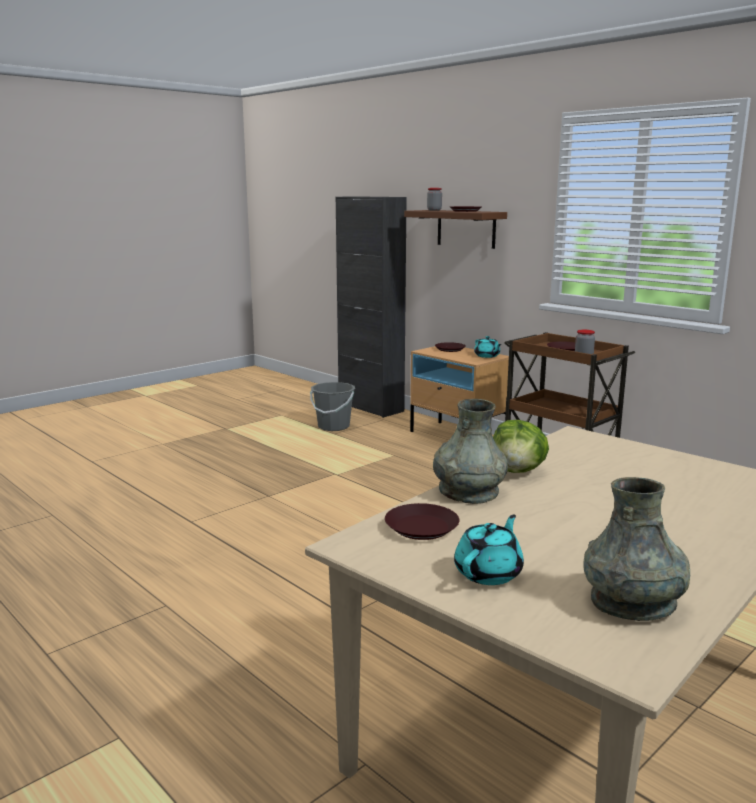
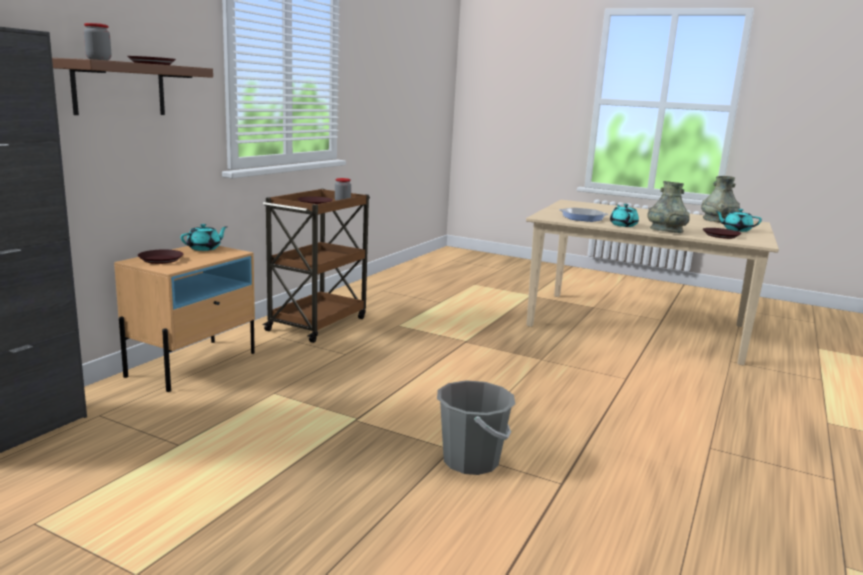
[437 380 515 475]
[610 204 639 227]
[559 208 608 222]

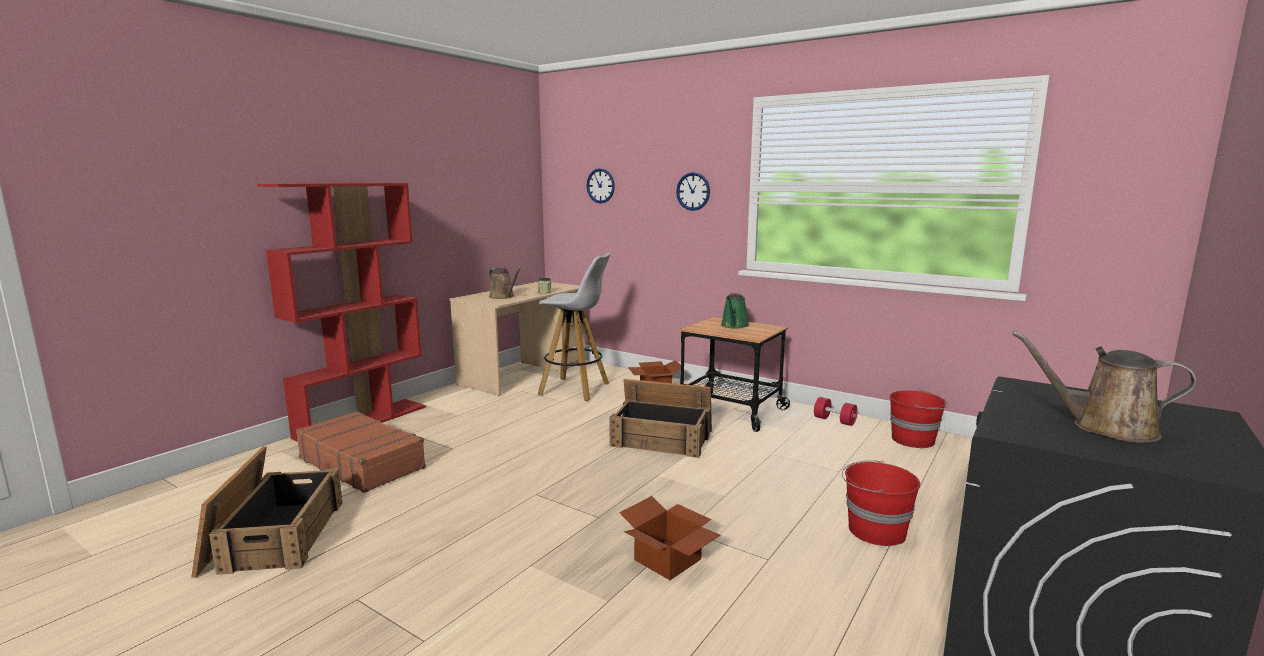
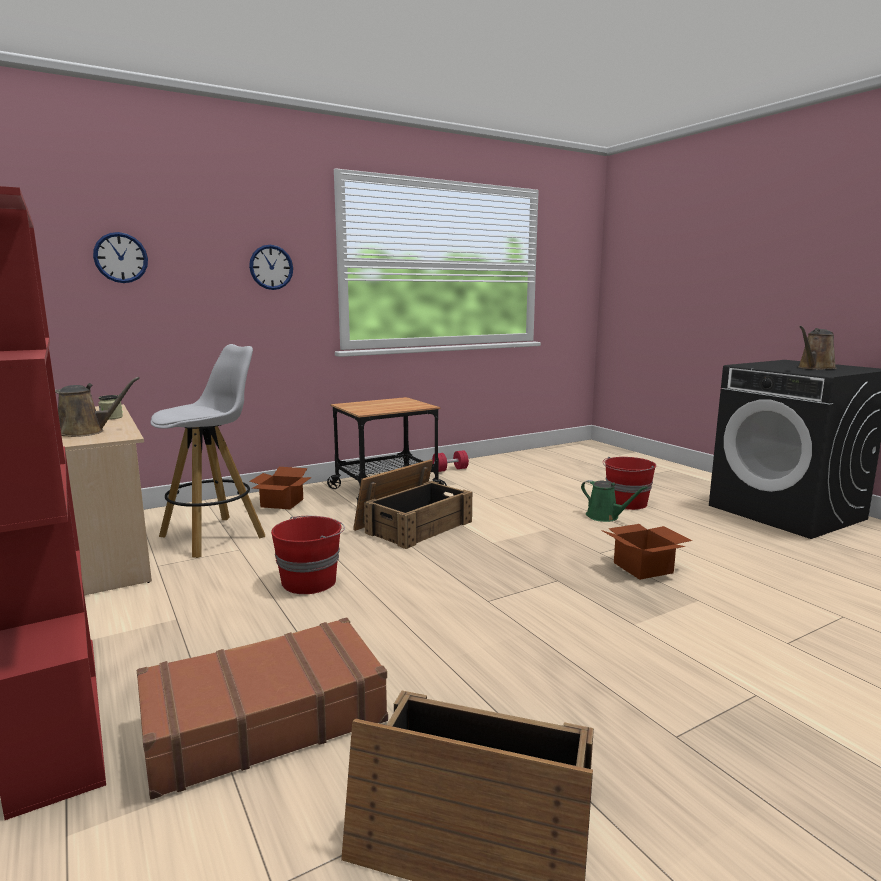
[581 480 648 522]
[271 516 345 594]

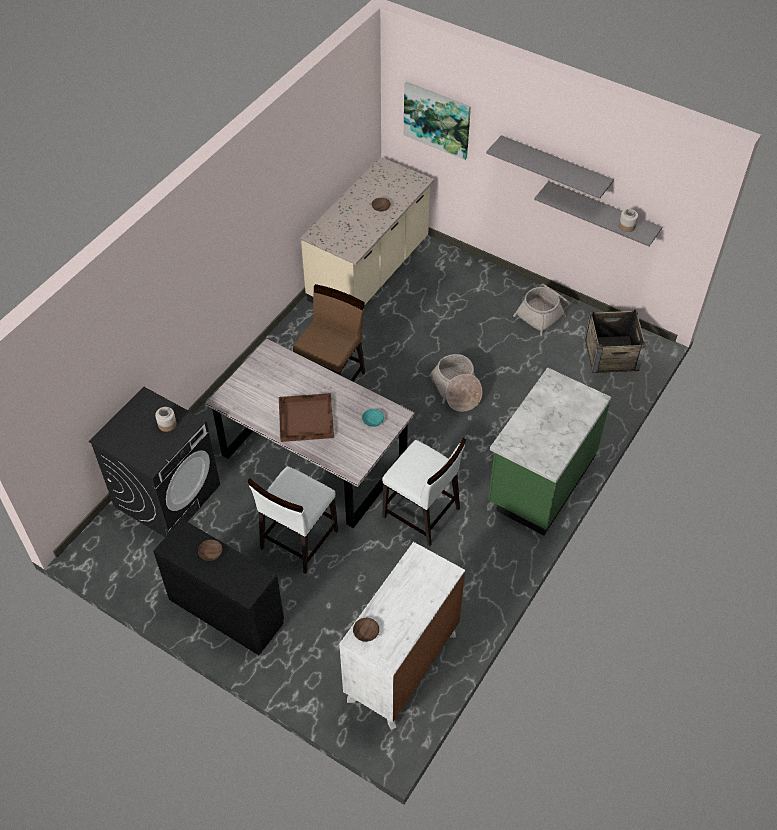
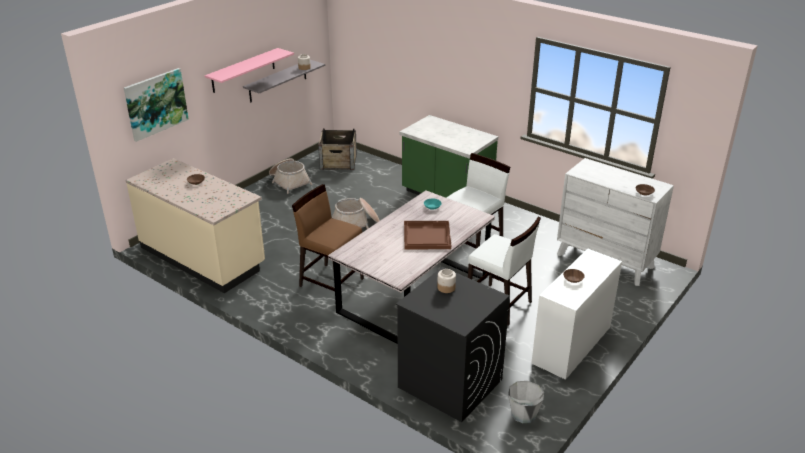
[205 48 294 93]
[531 248 622 380]
[508 381 544 423]

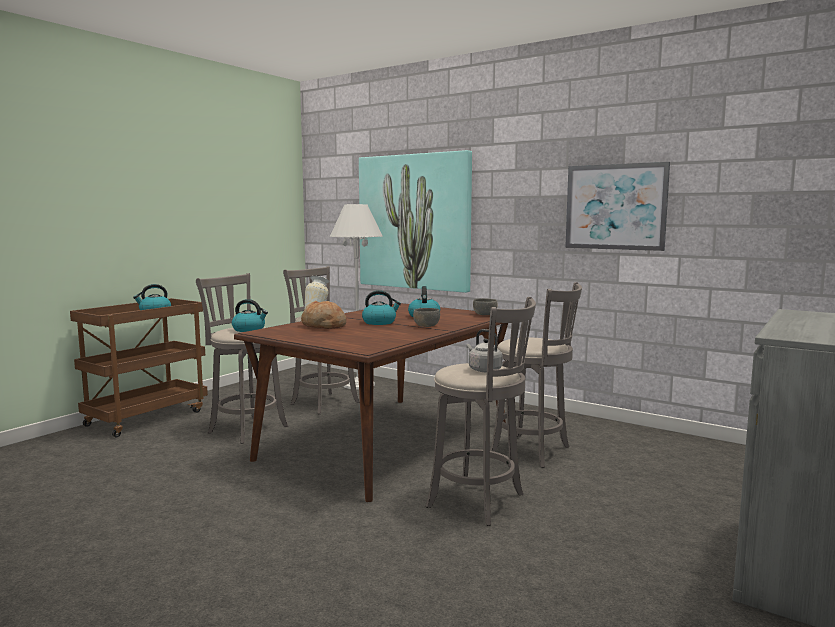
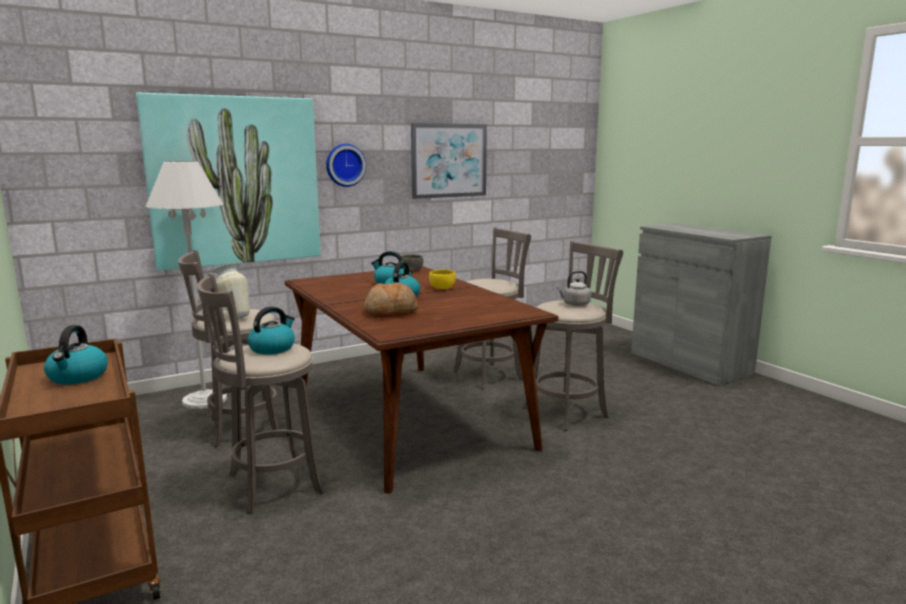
[429 270 456 289]
[326 144 366 187]

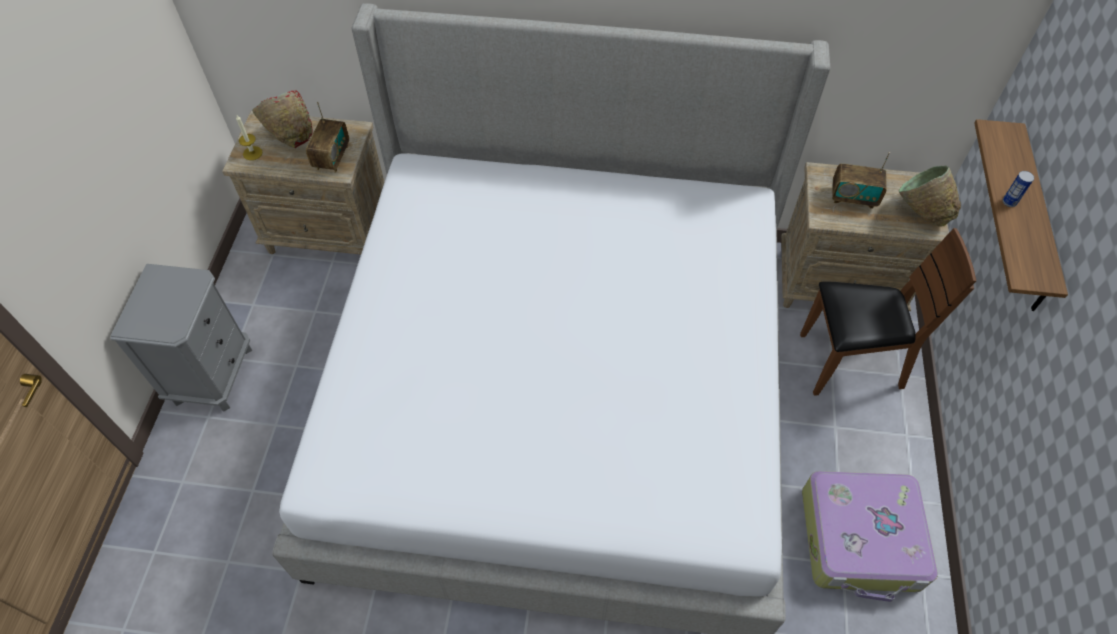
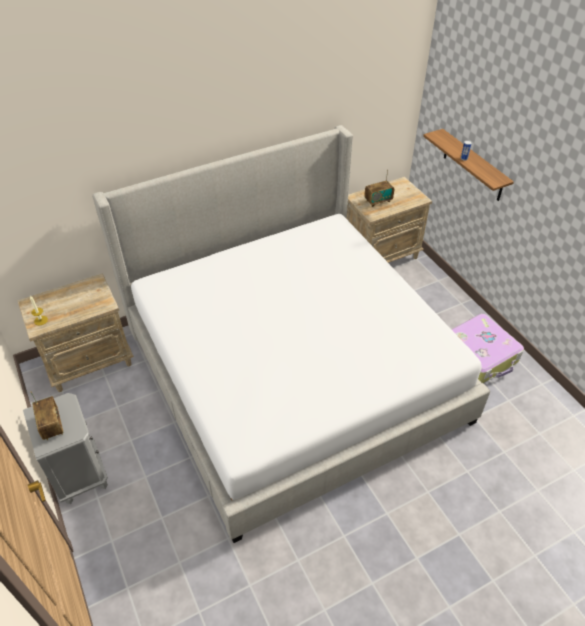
[252 90 313 148] (first image)
[30 391 64 440]
[899 165 961 226] (first image)
[800 228 976 395] (first image)

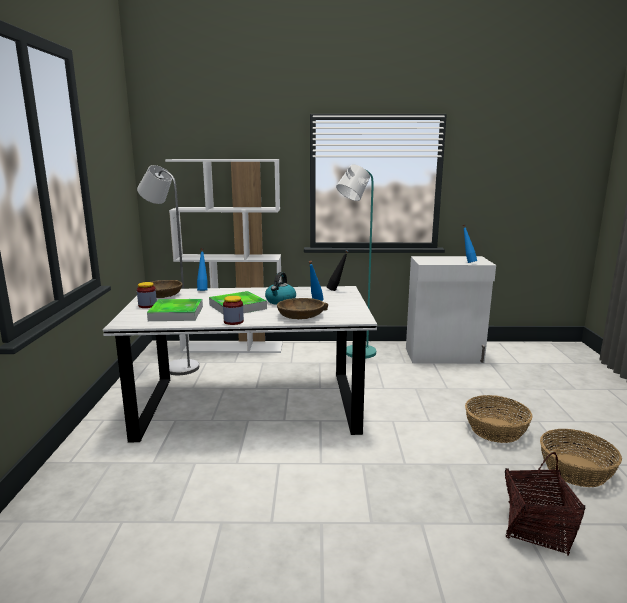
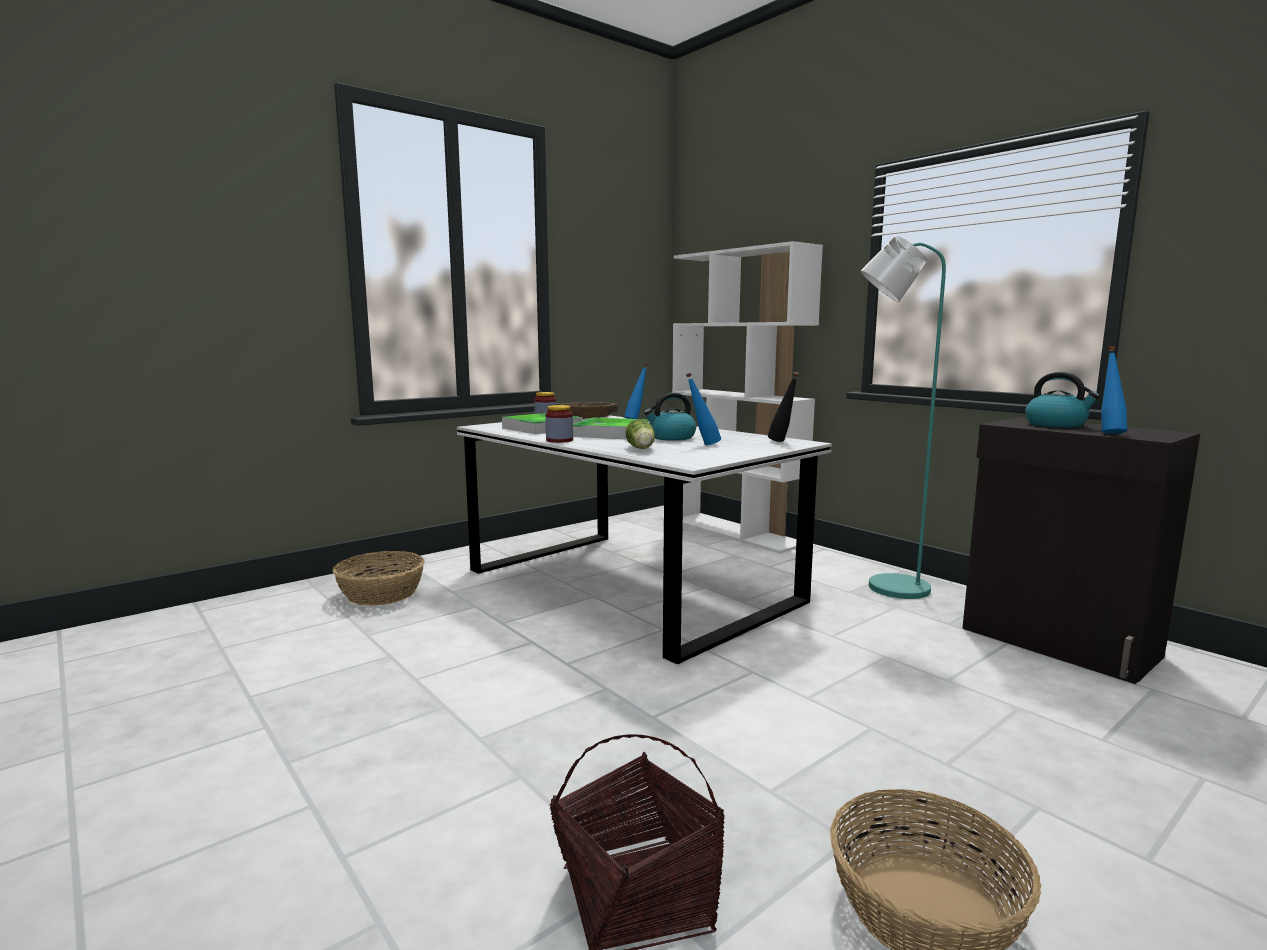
[137 165 199 375] (first image)
[962 418 1200 684]
[626 419 655 449]
[333 551 424 606]
[1025 372 1100 428]

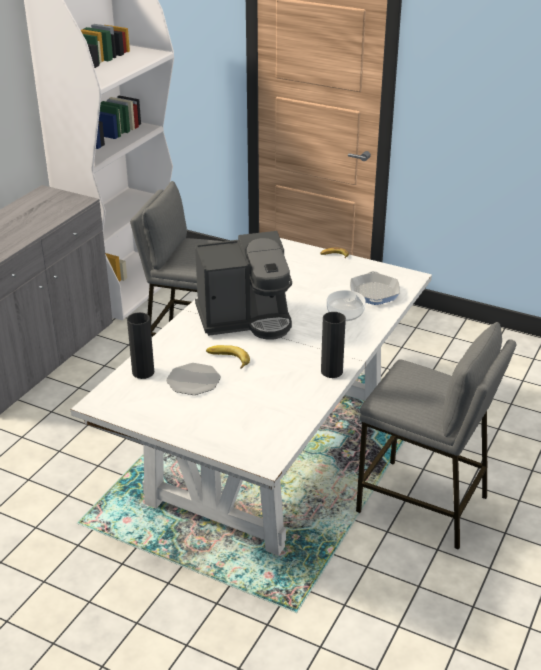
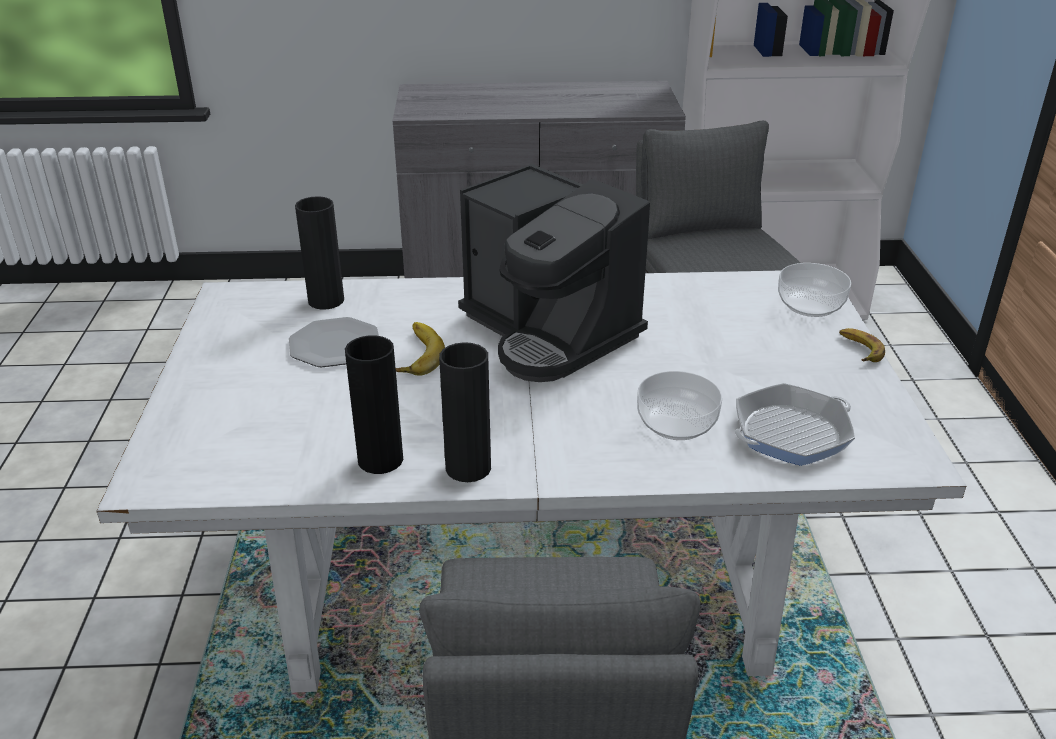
[778 263 851 317]
[345 335 403 474]

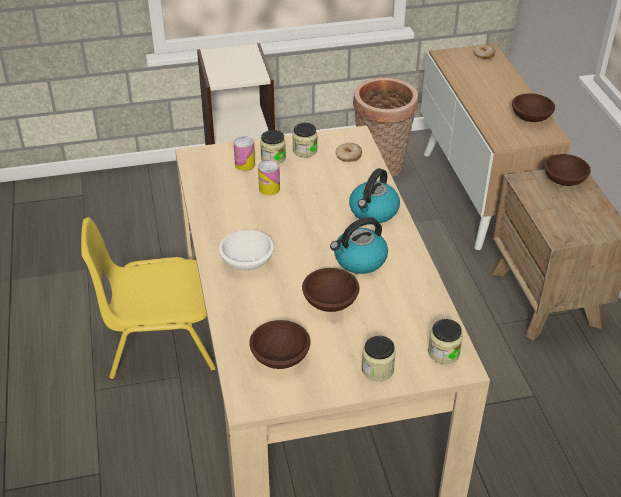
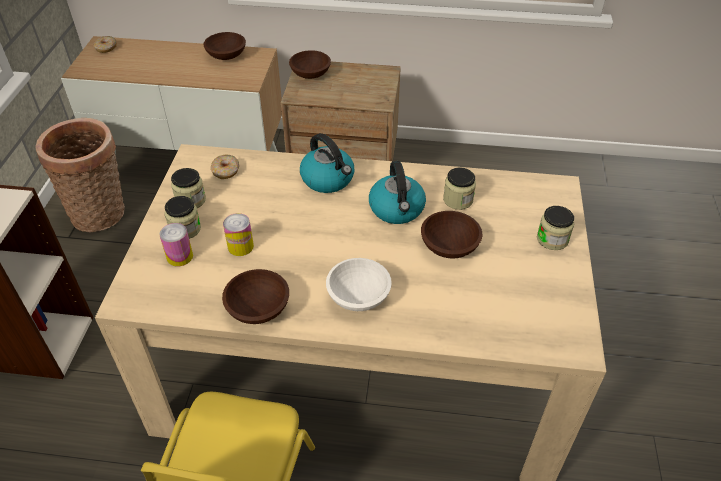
[443 167 476 210]
[222 269 289 324]

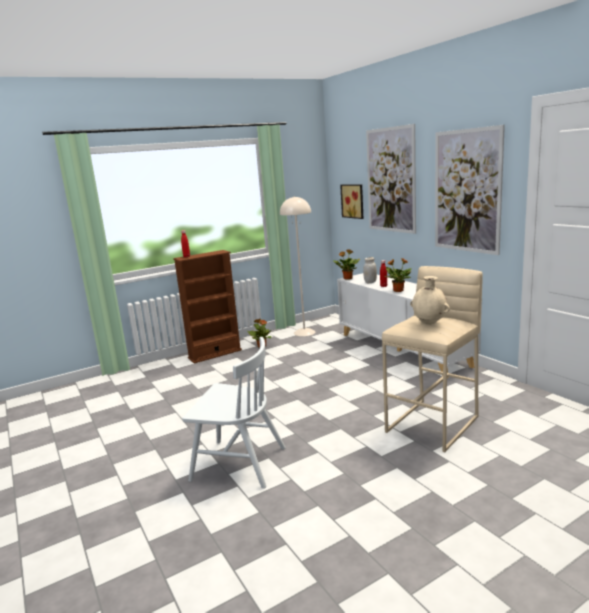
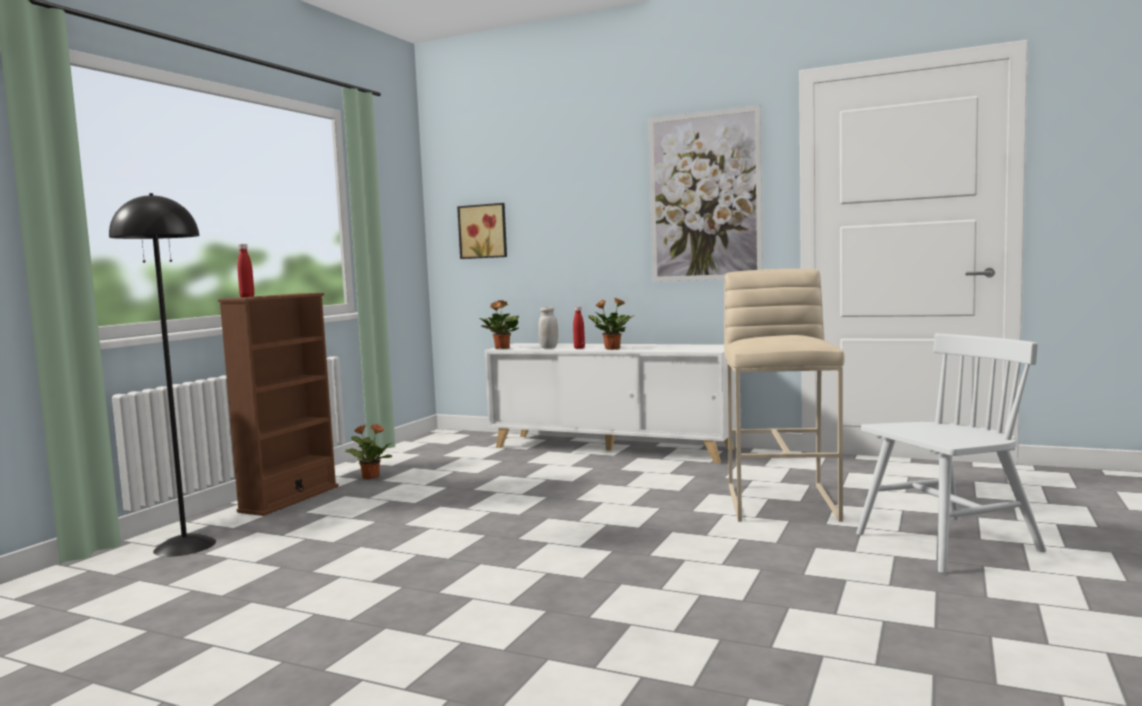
[366 124 416 234] (first image)
[280 196 315 336] (first image)
[410 276 450 325] (first image)
[856 334 1046 574]
[109 193 216 557]

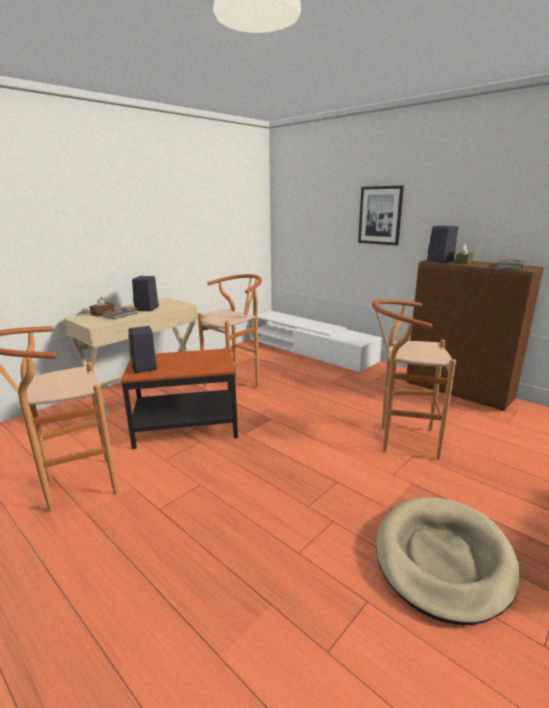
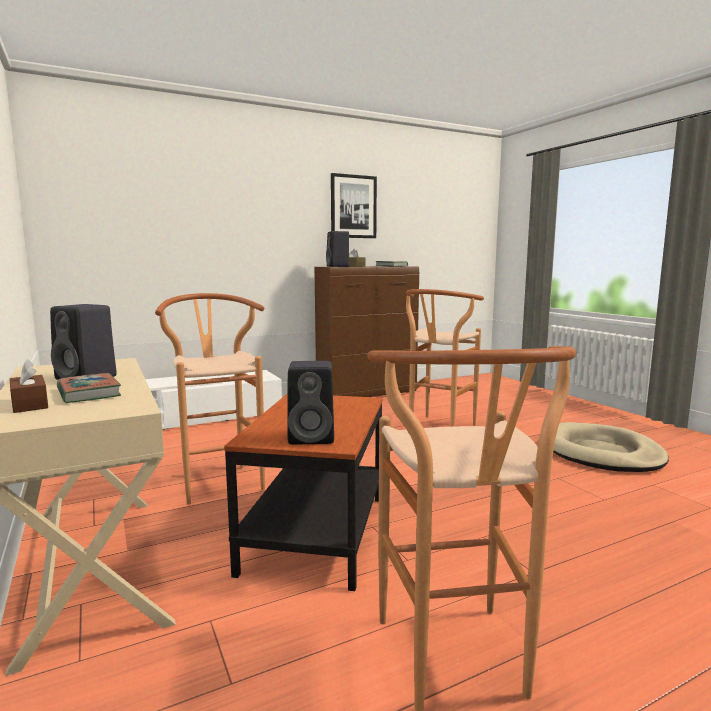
[331 173 377 238]

